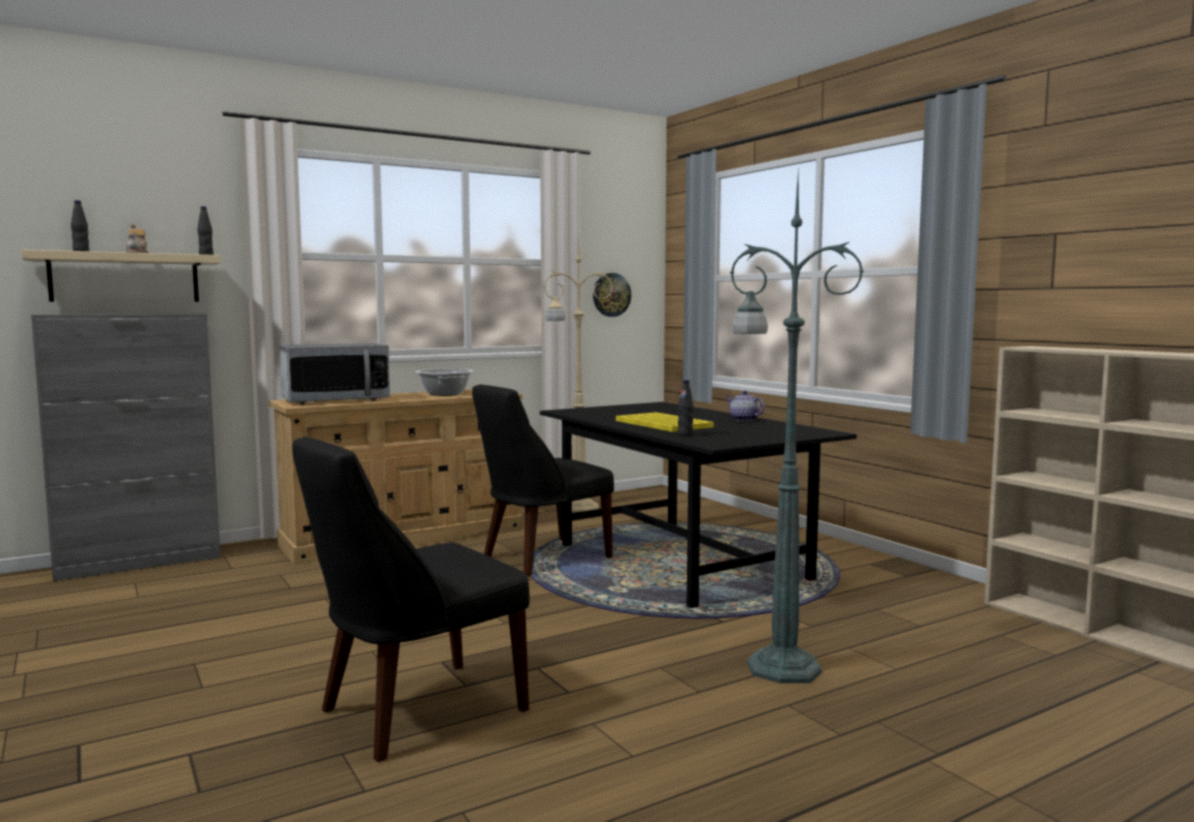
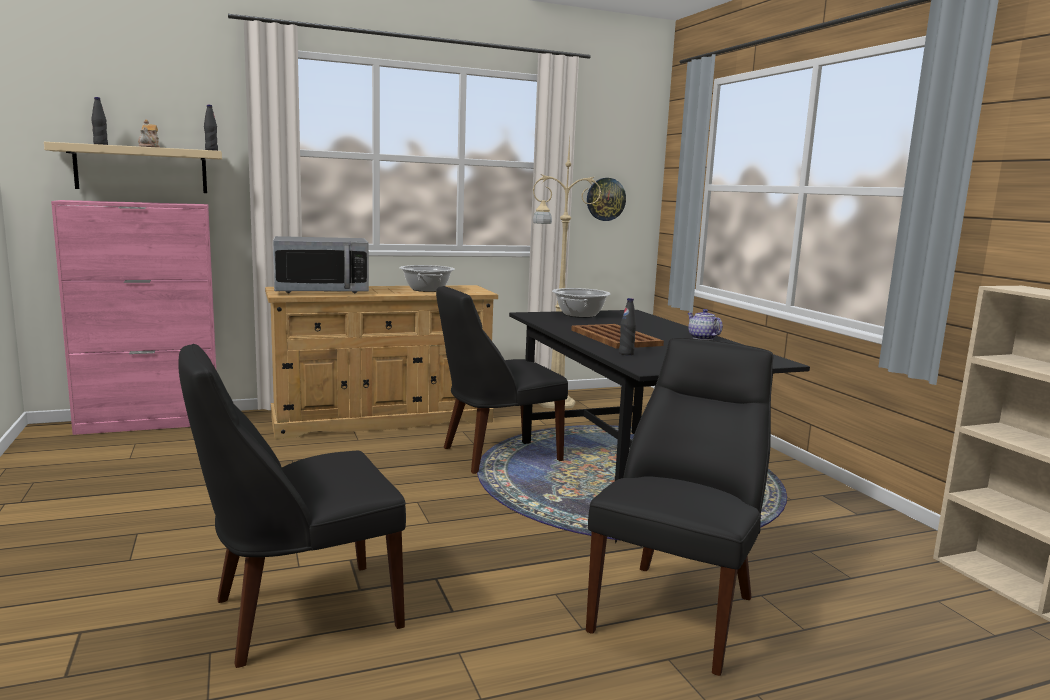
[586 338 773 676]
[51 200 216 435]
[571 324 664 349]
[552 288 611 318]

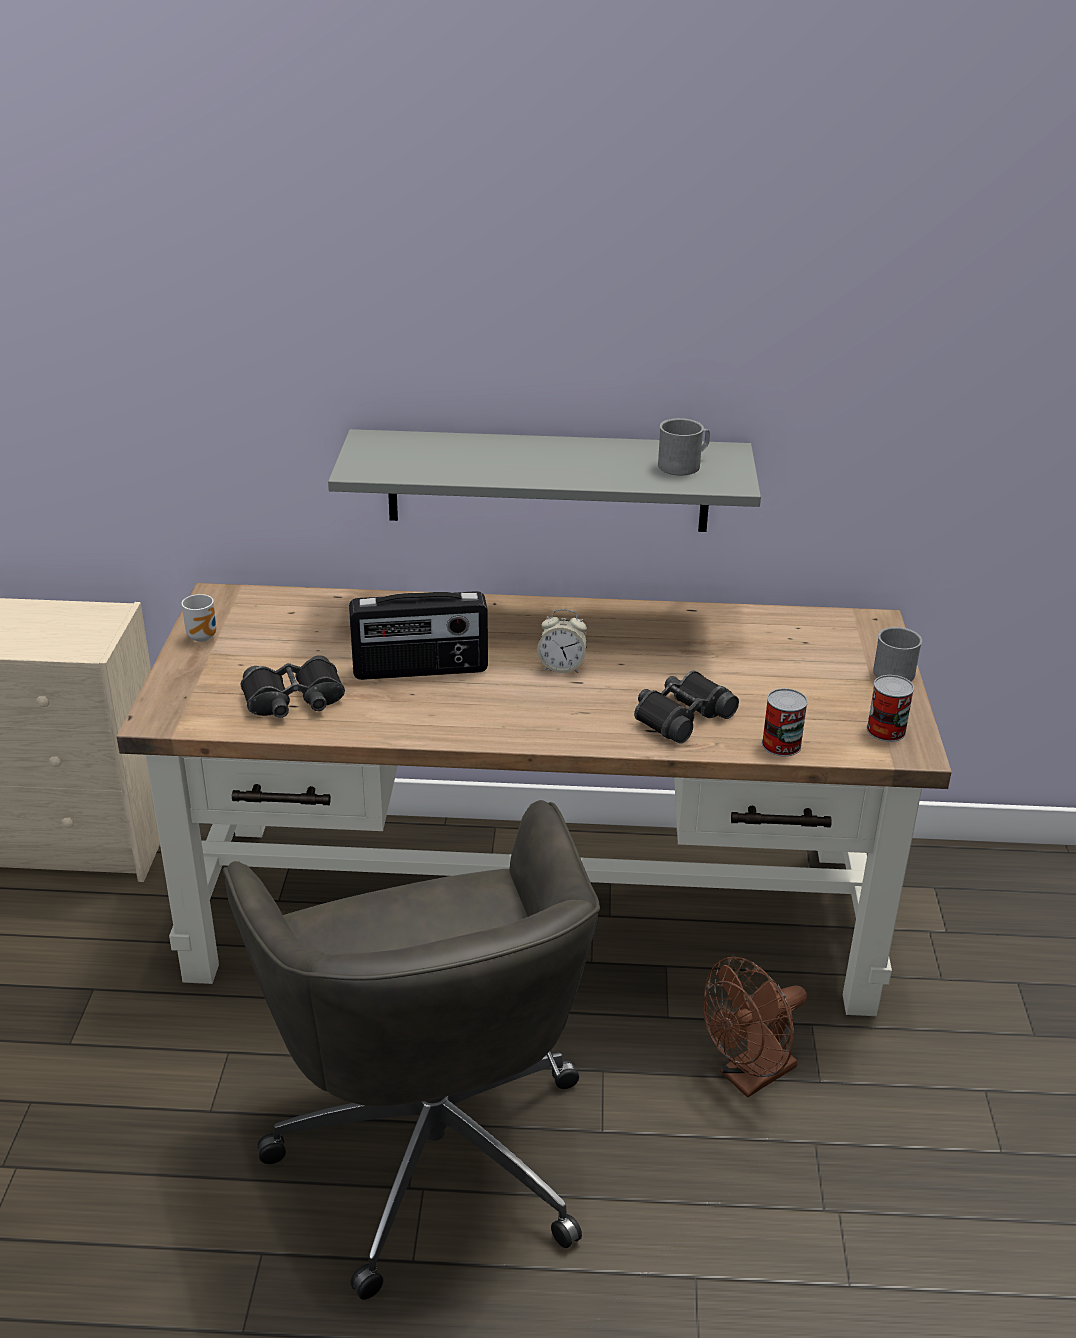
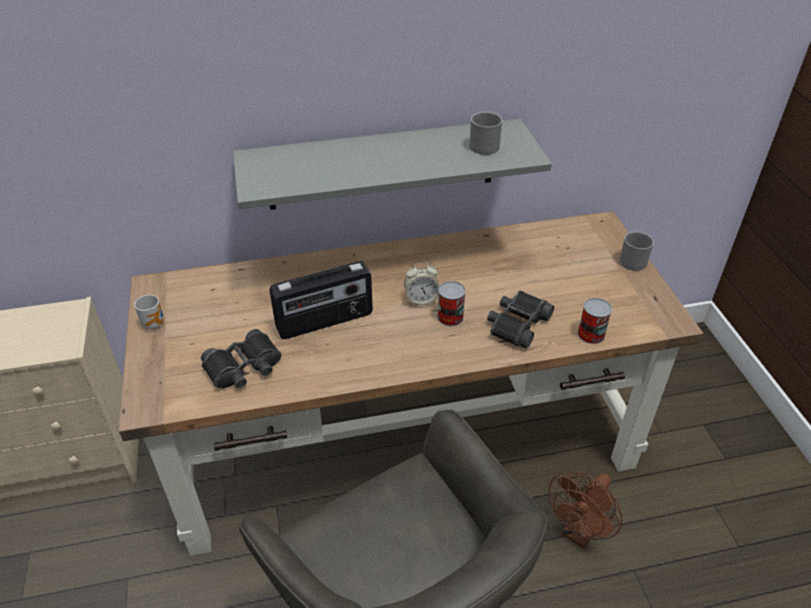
[437 281 466 326]

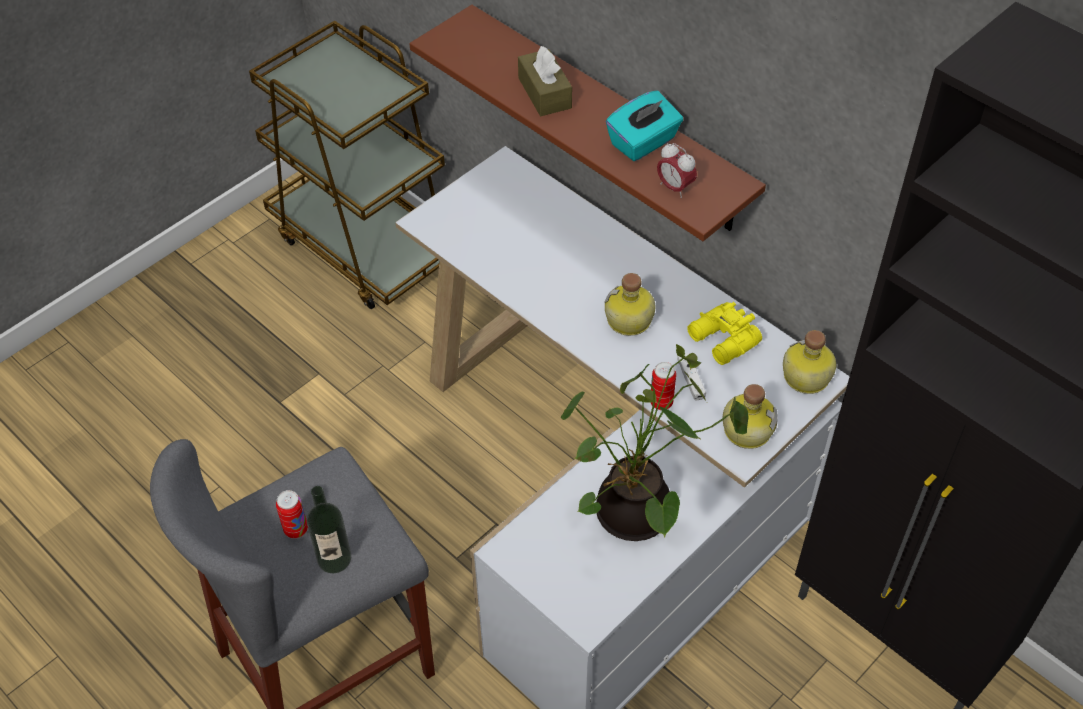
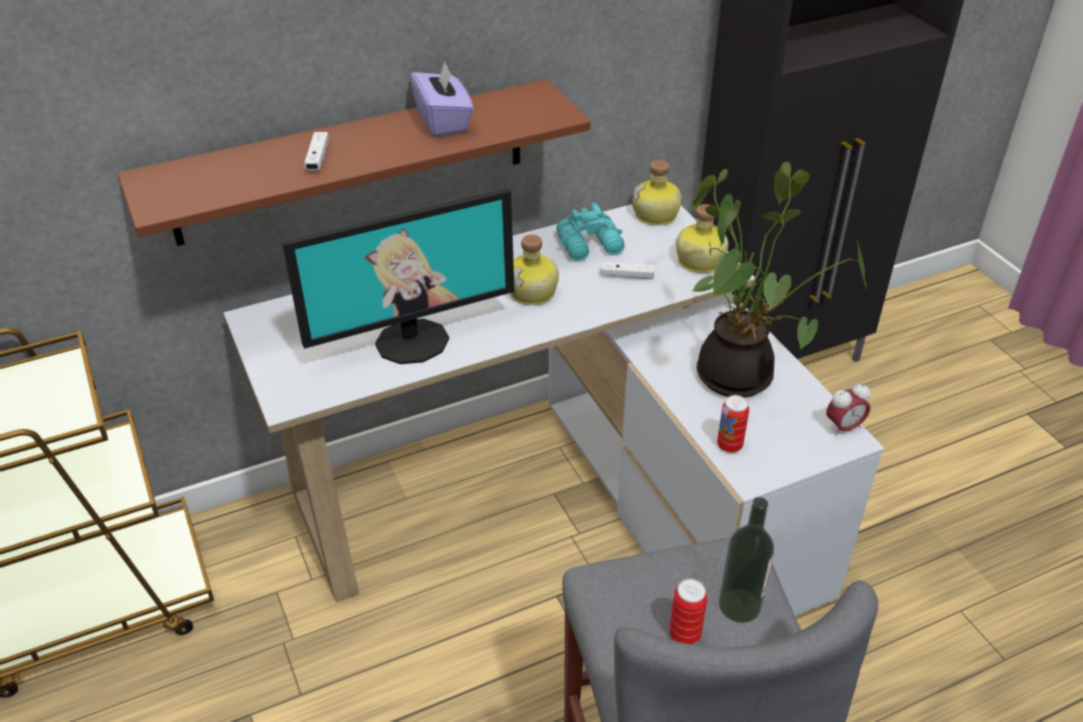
[304 132 329 170]
[410 61 474 137]
[826 382 871 436]
[556 203 625 261]
[717 395 749 453]
[282 187 515 364]

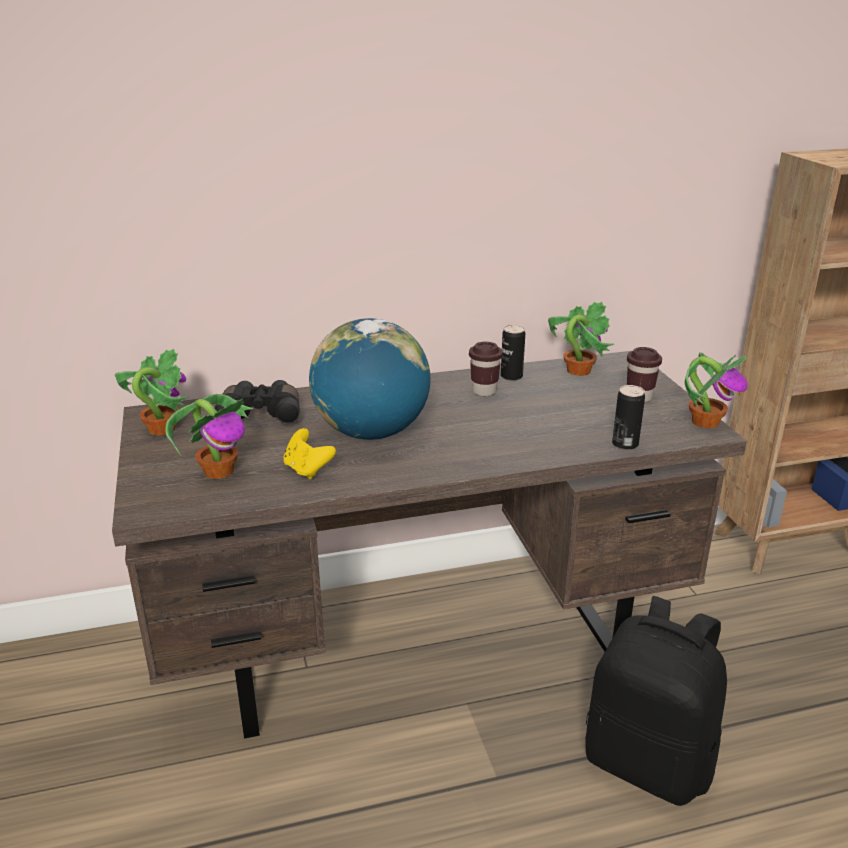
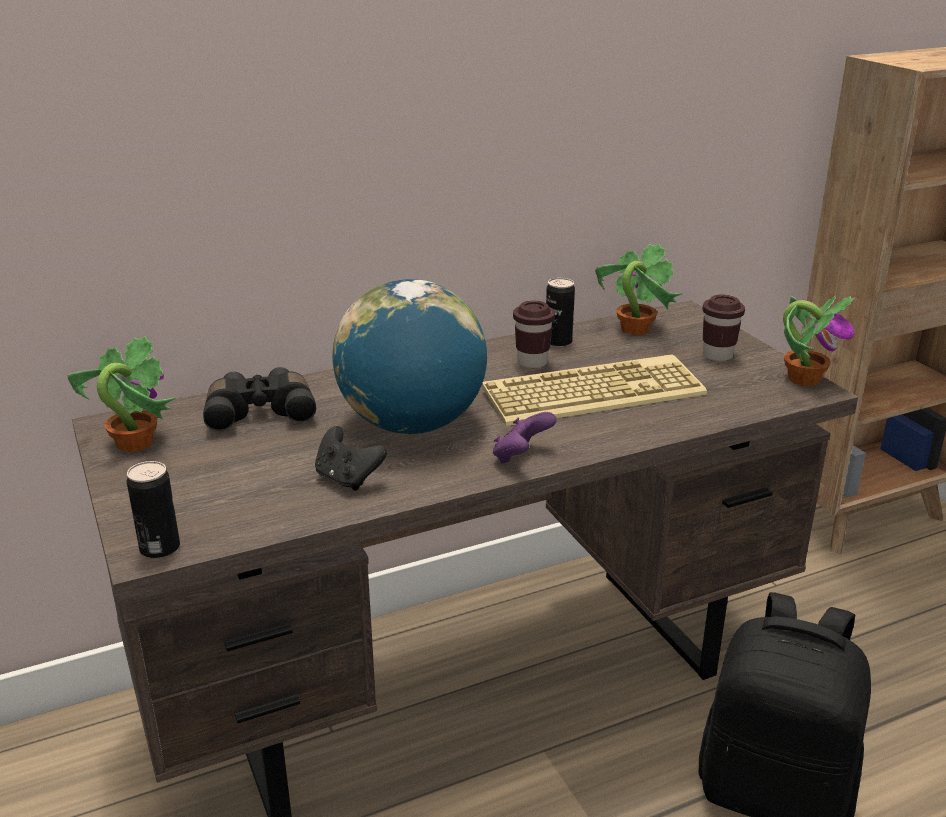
[127 461 180 559]
[165 394 253 479] (first image)
[315 426 387 491]
[482 354 707 426]
[493 412 557 464]

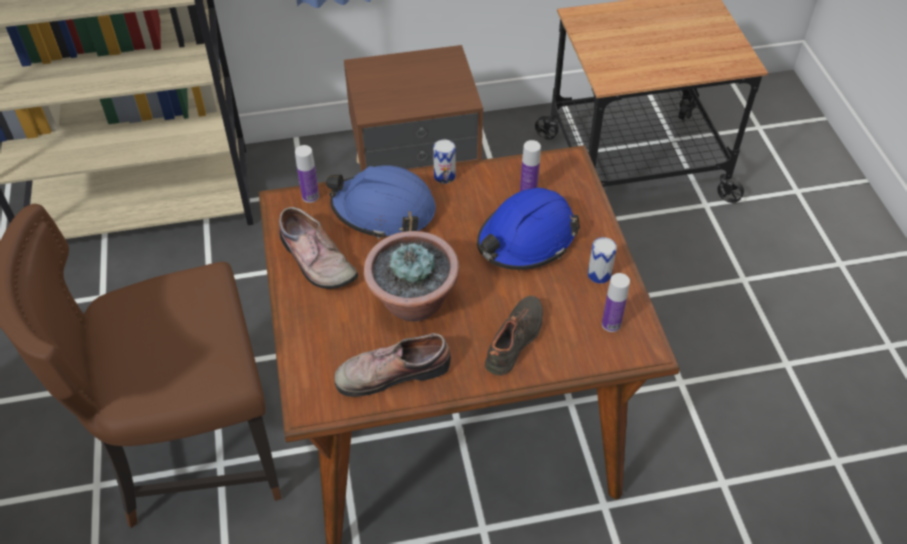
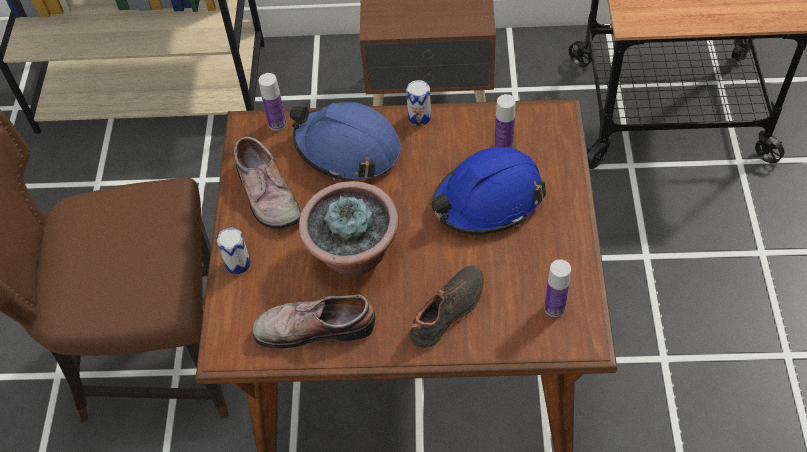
[217 228 251 274]

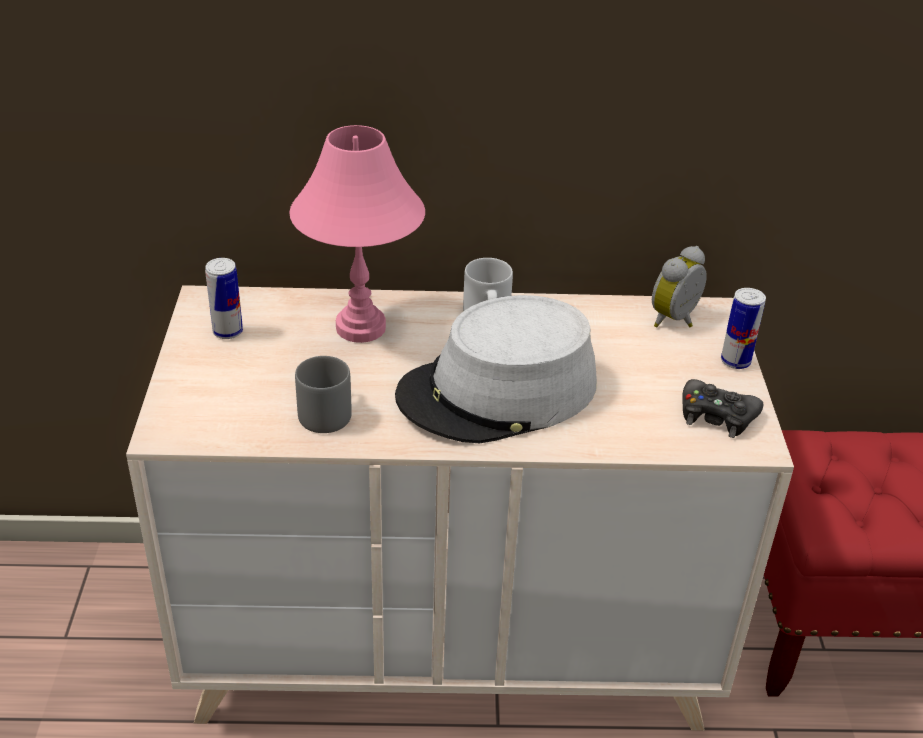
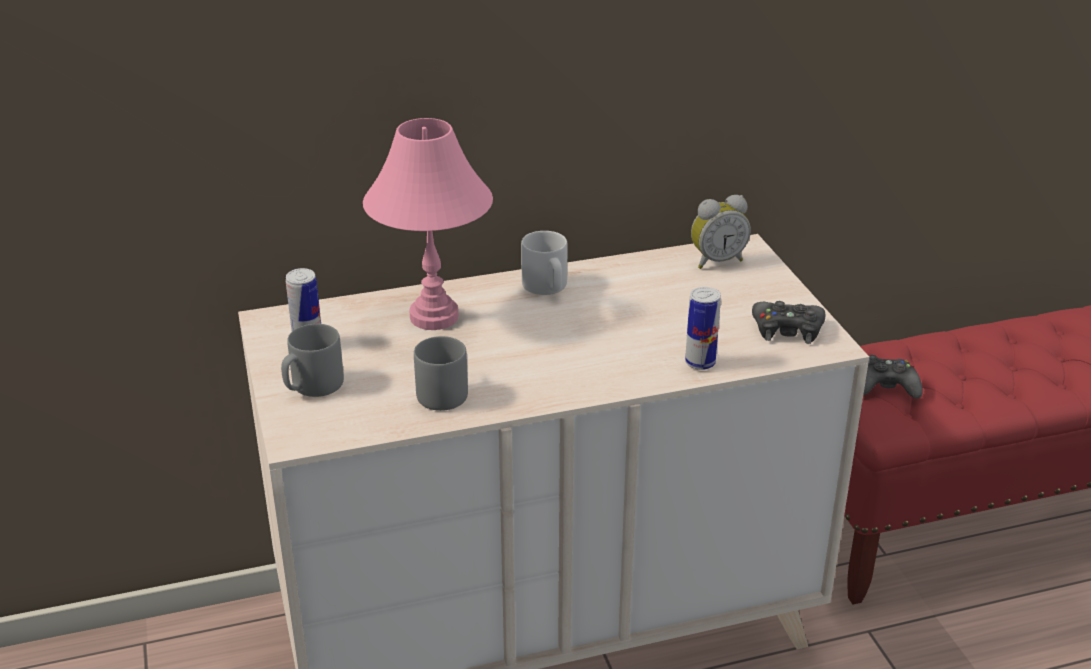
[691 195 751 269]
[685 287 721 370]
[395 295 597 443] (first image)
[281 324 344 397]
[863 355 923 399]

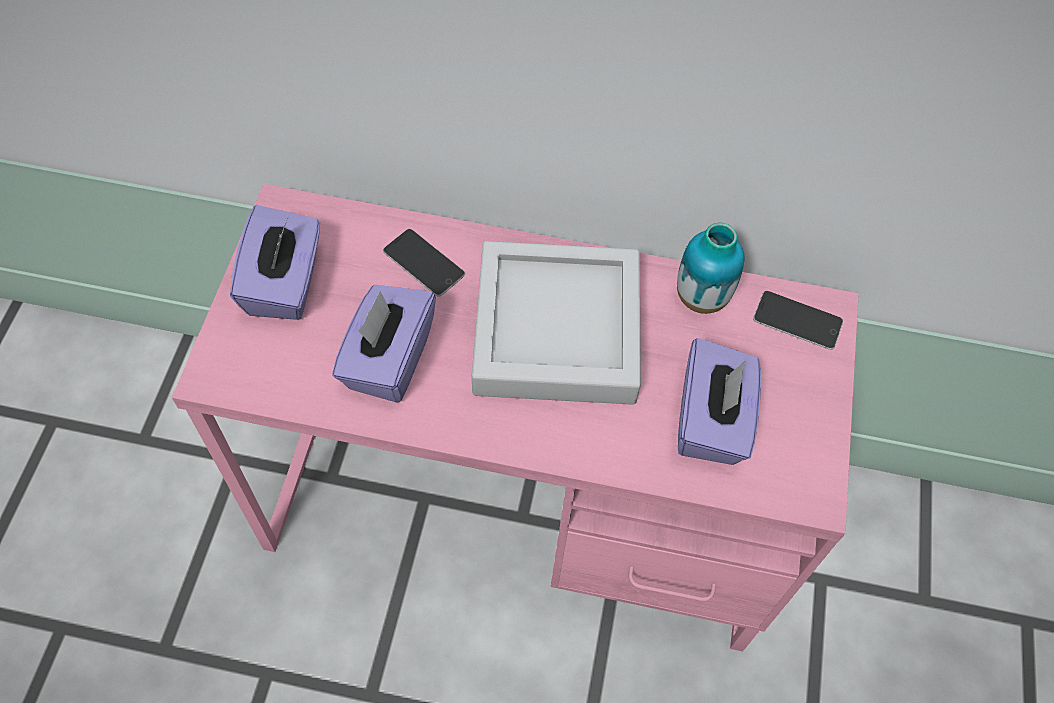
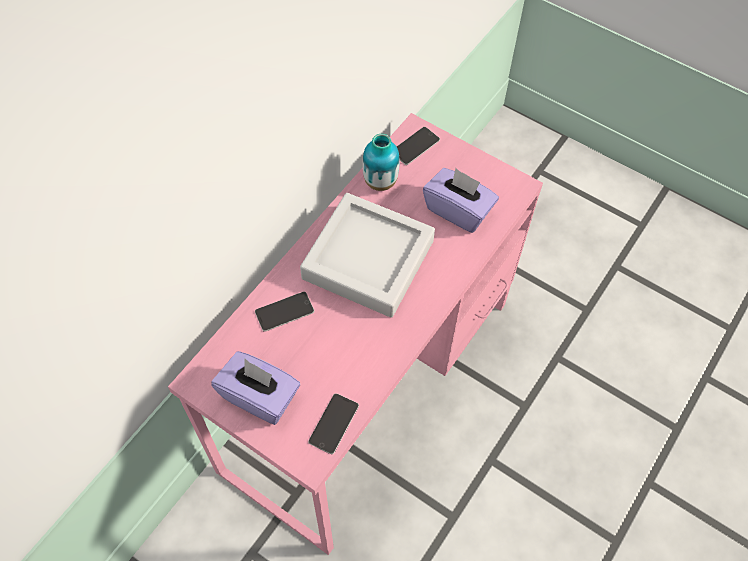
[332 285 436 403] (first image)
[308 393 359 454]

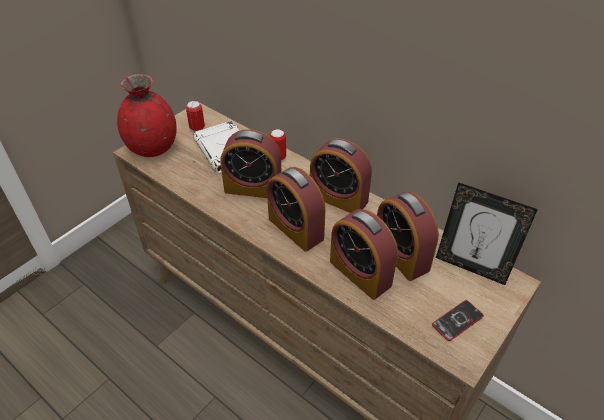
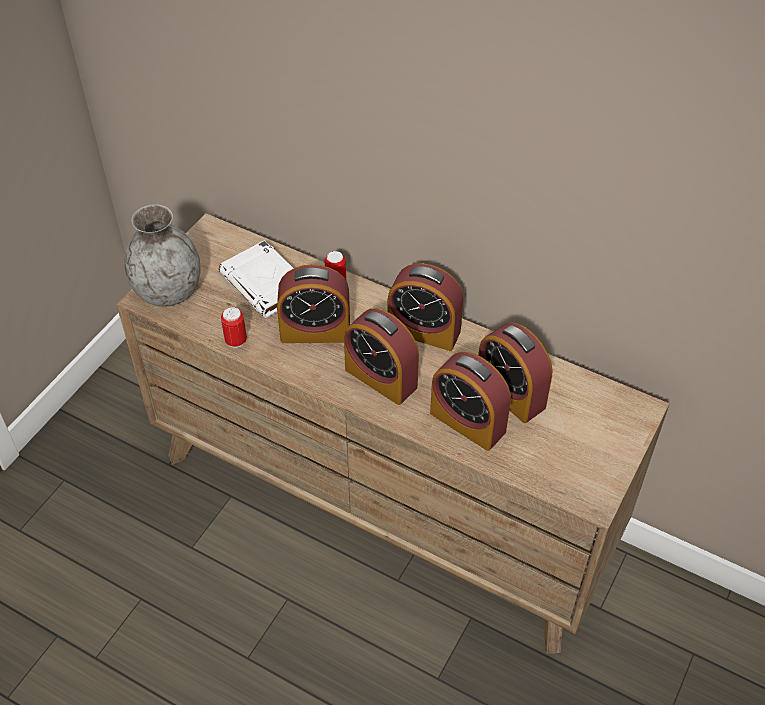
[125 204 201 307]
[221 307 247 348]
[436 182 538 285] (first image)
[432 300 484 341] (first image)

